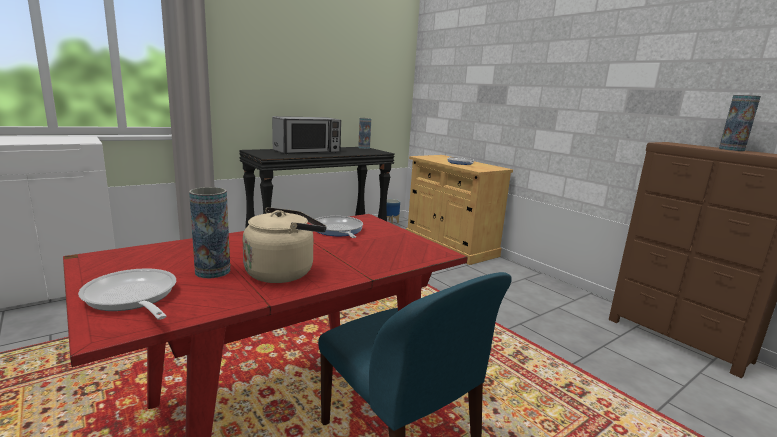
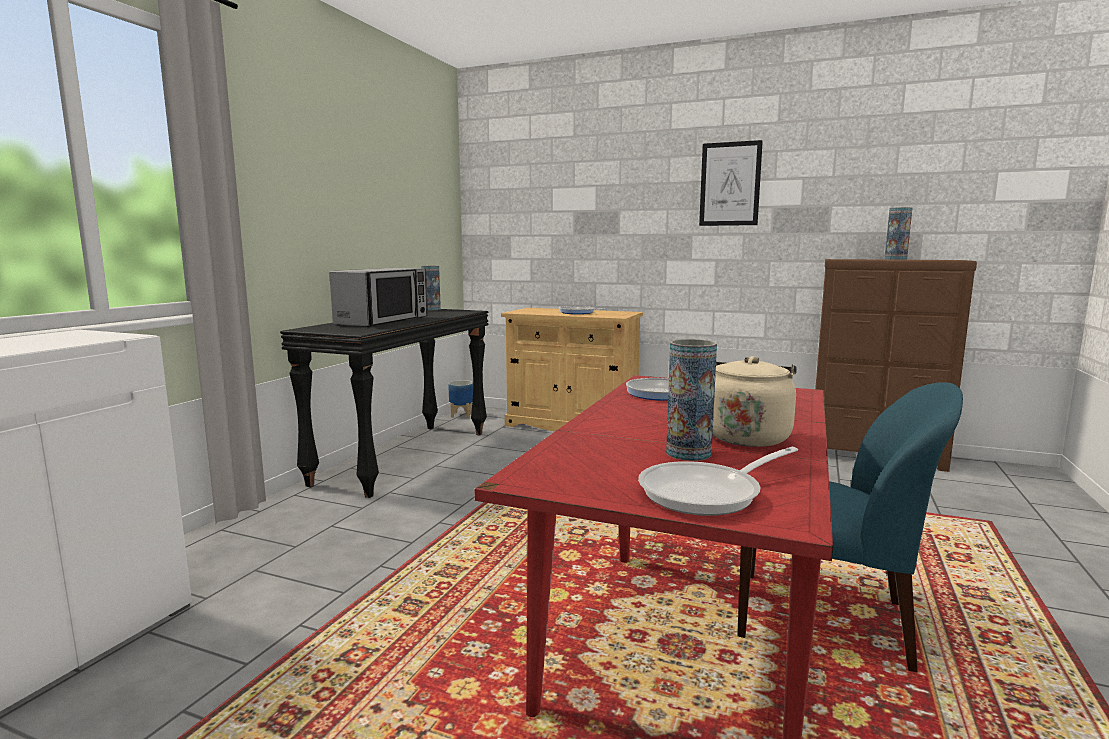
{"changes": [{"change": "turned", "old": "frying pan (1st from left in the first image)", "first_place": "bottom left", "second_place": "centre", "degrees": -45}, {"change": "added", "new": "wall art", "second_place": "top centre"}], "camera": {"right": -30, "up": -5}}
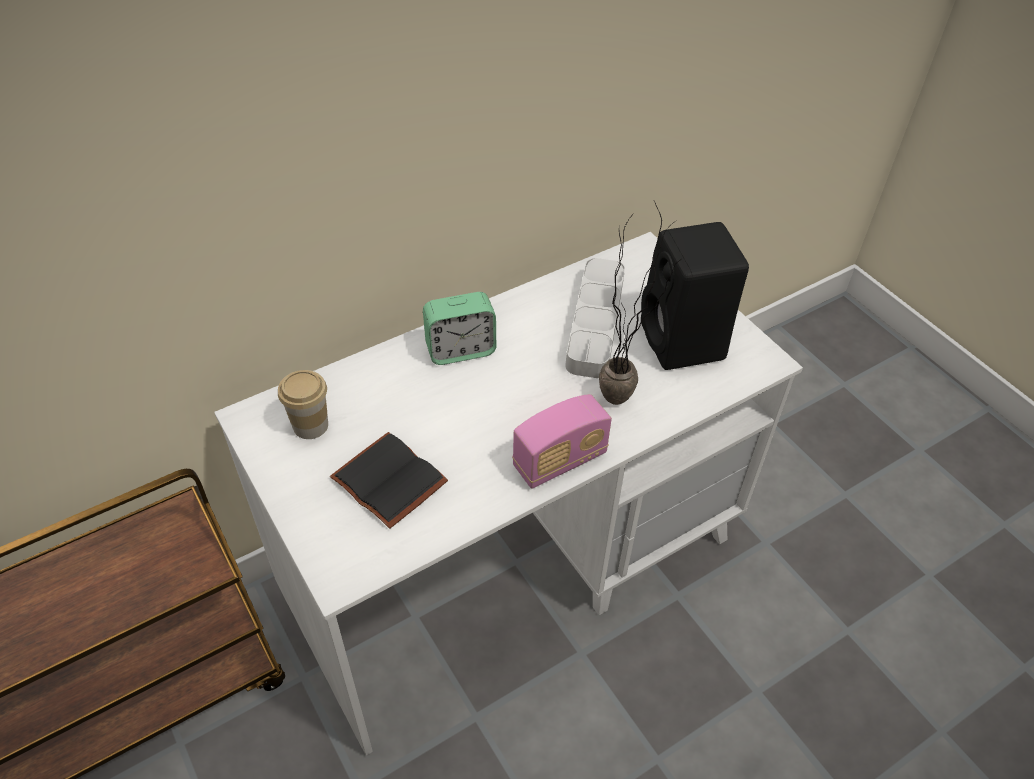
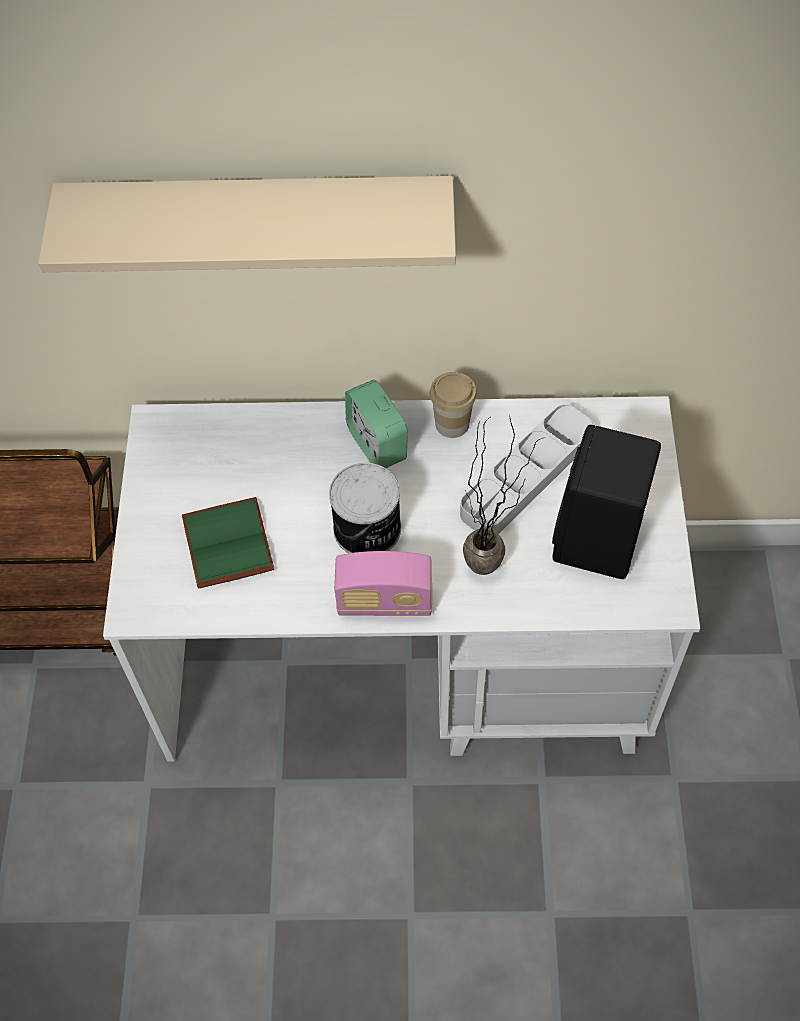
{"changes": [{"change": "turned", "old": "alarm clock", "first_place": "centre", "second_place": "centre", "degrees": 45}, {"change": "moved", "old": "small cup", "first_place": "middle left", "second_place": "centre"}, {"change": "recoloured", "old": "bound book (black)", "new": "bound book (green)", "first_place": "centre", "second_place": "middle left"}, {"change": "added", "new": "shelf (sand-coloured)", "second_place": "top left"}, {"change": "added", "new": "metal can", "second_place": "centre"}], "camera": {"right": 35, "up": 10}}
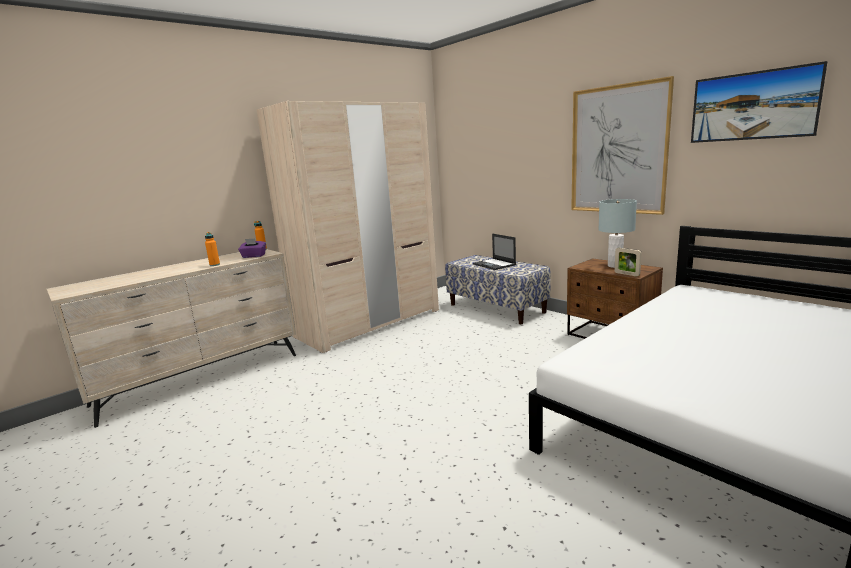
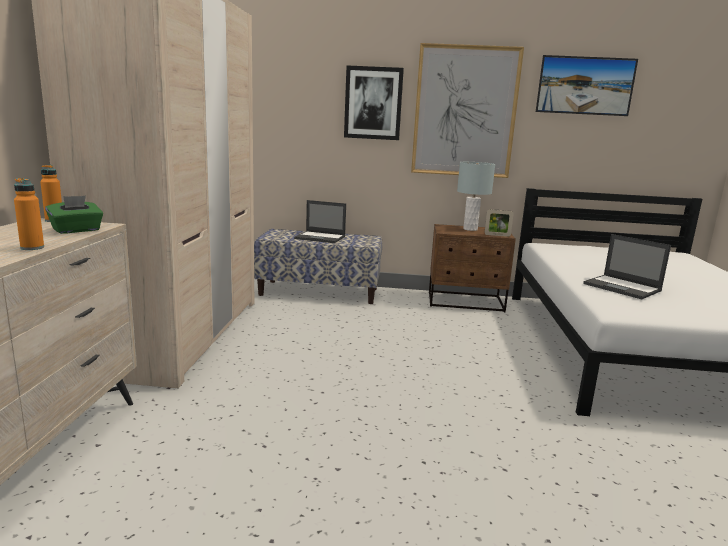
{"changes": [{"change": "recoloured", "old": "tissue box (purplish)", "new": "tissue box (green)", "first_place": "middle left", "second_place": "middle left"}, {"change": "added", "new": "wall art (1st from left)", "second_place": "top centre"}, {"change": "added", "new": "laptop (2nd from left)", "second_place": "middle right"}], "camera": {"right": -45, "up": 0}}
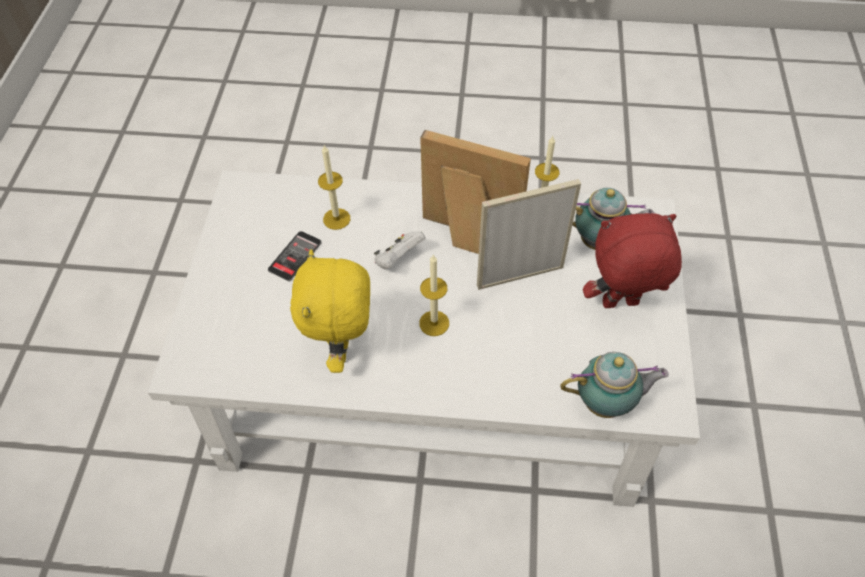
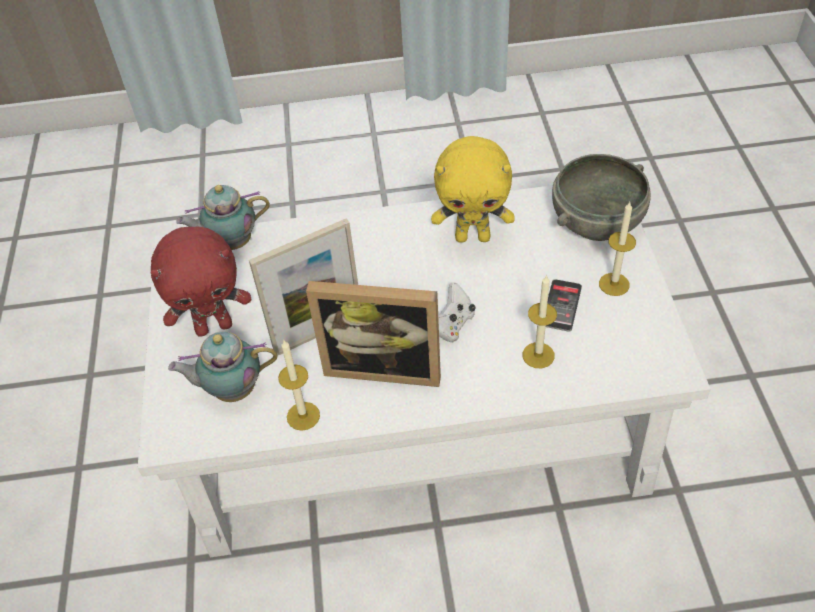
{"changes": [{"change": "turned", "old": "soft toy (yellowish)", "first_place": "centre", "second_place": "top centre", "degrees": 105}, {"change": "moved", "old": "wax candle (2nd from left in the first image)", "new": "wax candle (3rd from left)", "first_place": "centre", "second_place": "middle right"}, {"change": "added", "new": "deep dish (gray)", "second_place": "top right"}], "camera": {"right": 170, "up": -5}}
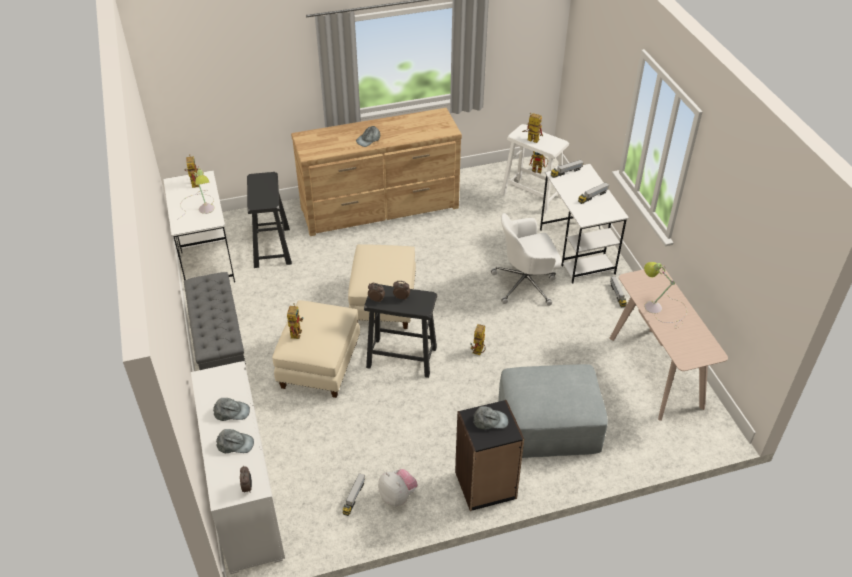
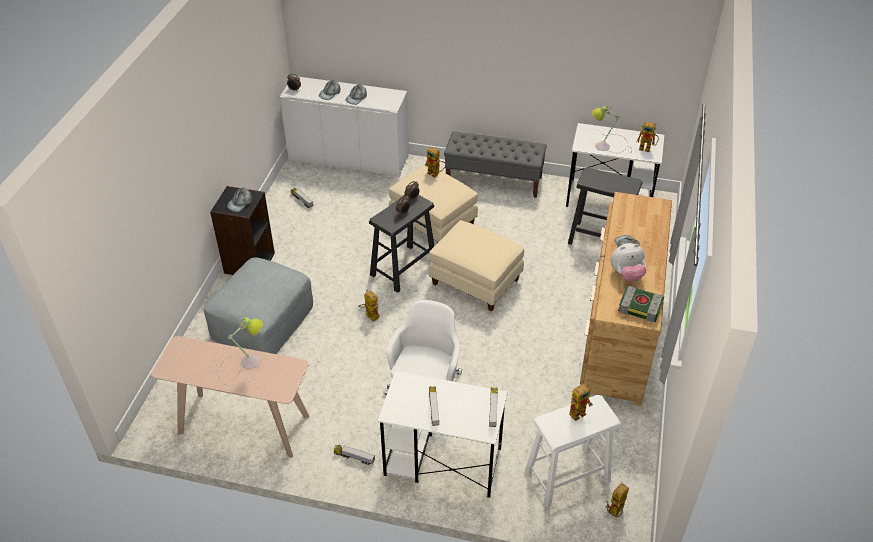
{"changes": [{"change": "moved", "old": "soft toy", "first_place": "bottom centre", "second_place": "middle right"}, {"change": "added", "new": "bound book", "second_place": "middle right"}], "camera": {"right": 120, "up": 0}}
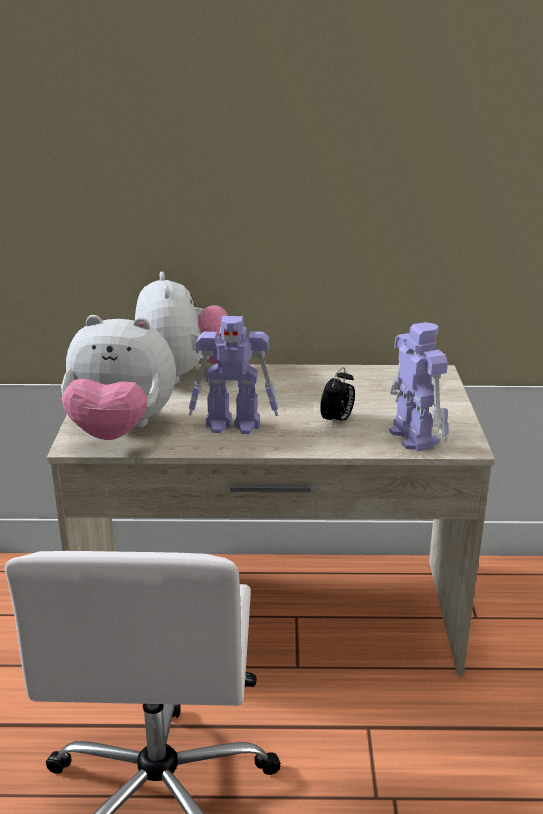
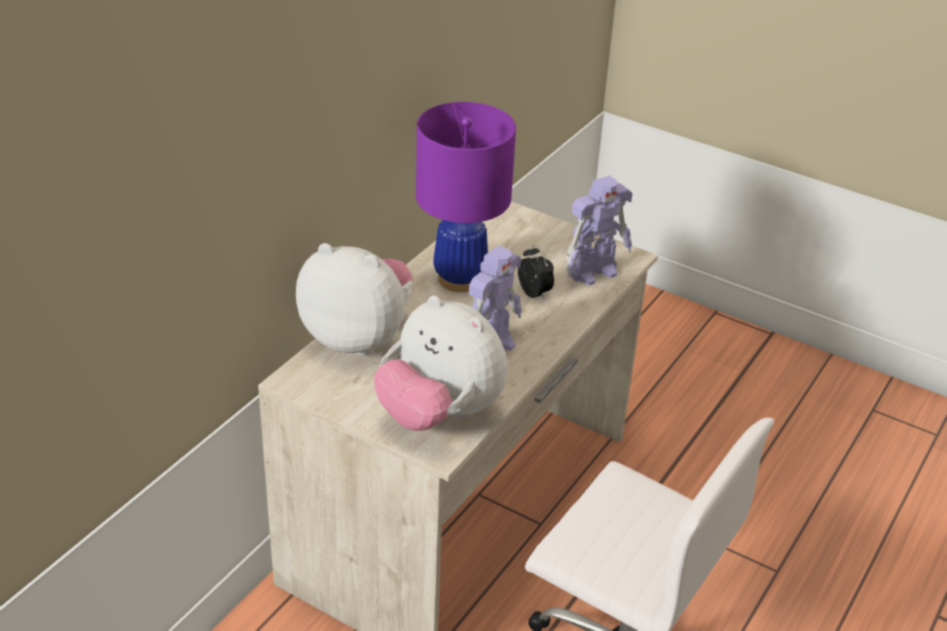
{"changes": [{"change": "turned", "old": "soft toy (1st from left in the first image)", "first_place": "middle left", "second_place": "centre", "degrees": 90}, {"change": "turned", "old": "toy robot (2nd from left)", "first_place": "middle right", "second_place": "centre", "degrees": 135}, {"change": "added", "new": "tabletop lamp (purplish)", "second_place": "top centre"}], "camera": {"right": -60, "up": 10}}
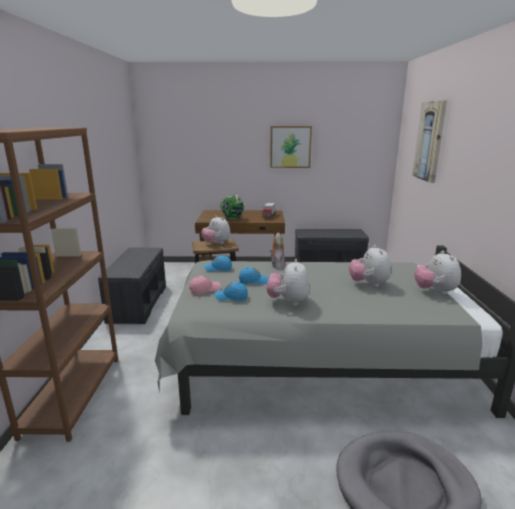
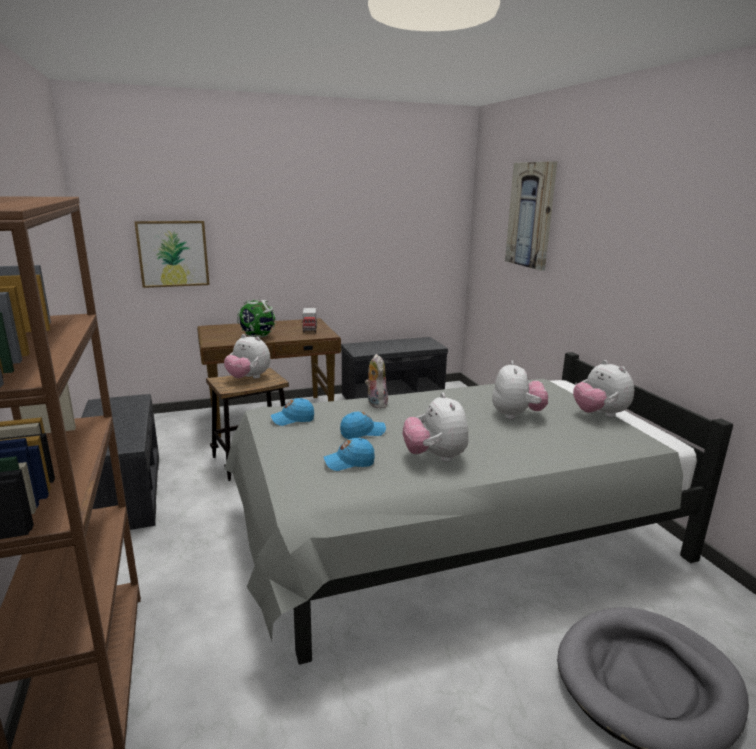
{"changes": [{"change": "moved", "old": "wall art (1st from left)", "first_place": "top centre", "second_place": "middle left"}, {"change": "turned", "old": "soft toy (4th from left)", "first_place": "middle right", "second_place": "middle right", "degrees": -150}, {"change": "removed", "old": "baseball cap (pinkish)", "first_place": "centre"}], "camera": {"right": -20, "up": 0}}
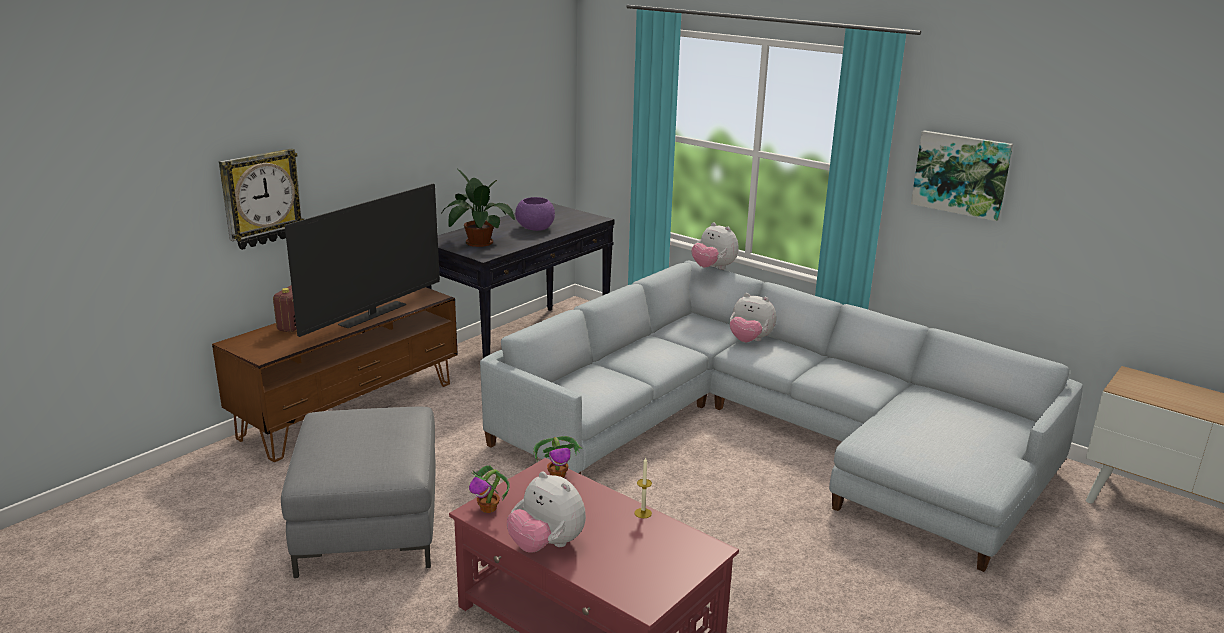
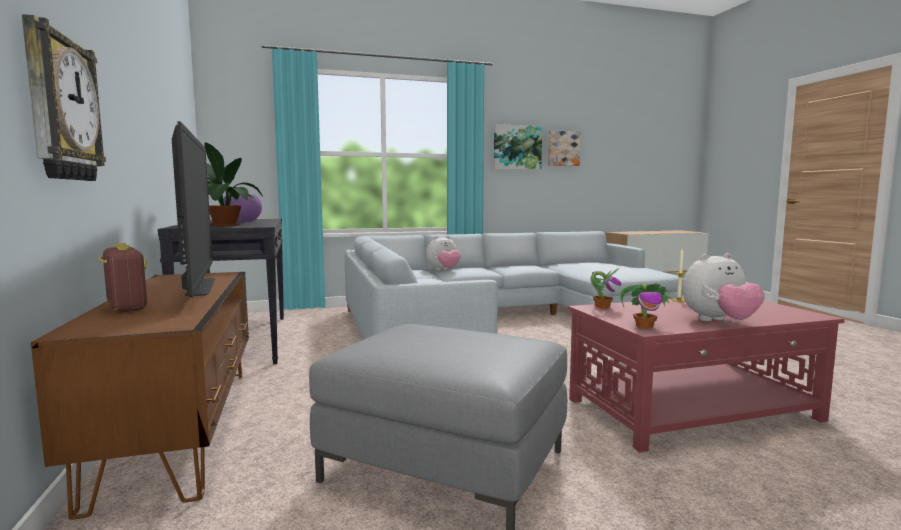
{"changes": [{"change": "removed", "old": "soft toy (2nd from left)", "first_place": "centre"}, {"change": "added", "new": "wall art (2nd from left)", "second_place": "top centre"}], "camera": {"right": -55, "up": -15}}
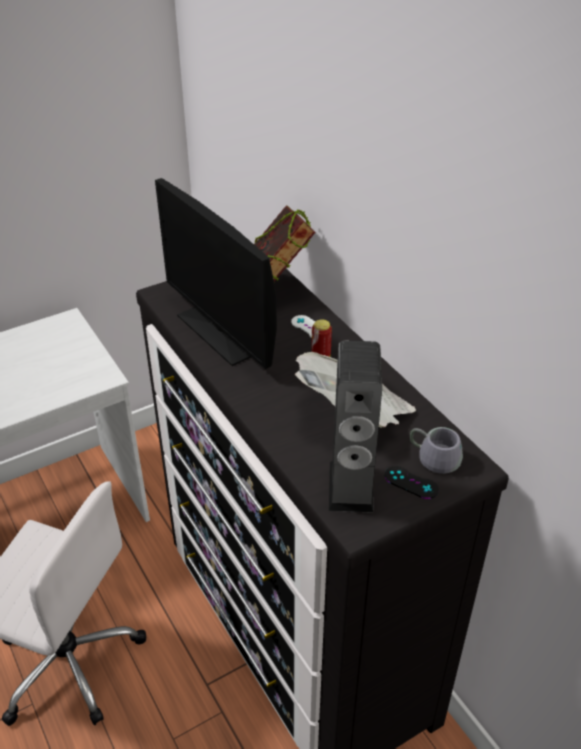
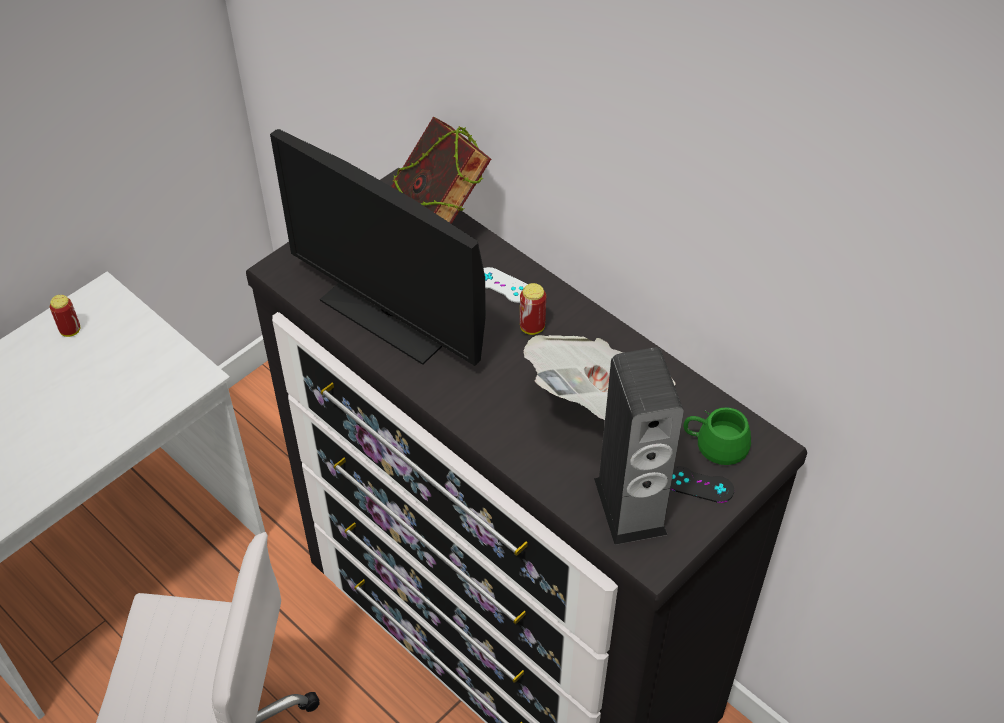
{"changes": [{"change": "recoloured", "old": "mug (gray)", "new": "mug (green)", "first_place": "middle right", "second_place": "middle right"}, {"change": "added", "new": "metal can (1st from left)", "second_place": "middle left"}], "camera": {"right": -15, "up": 10}}
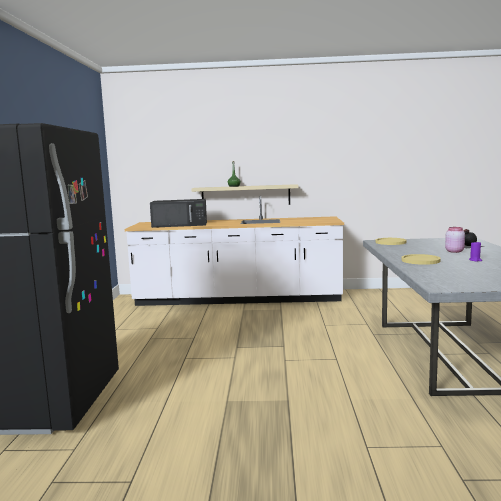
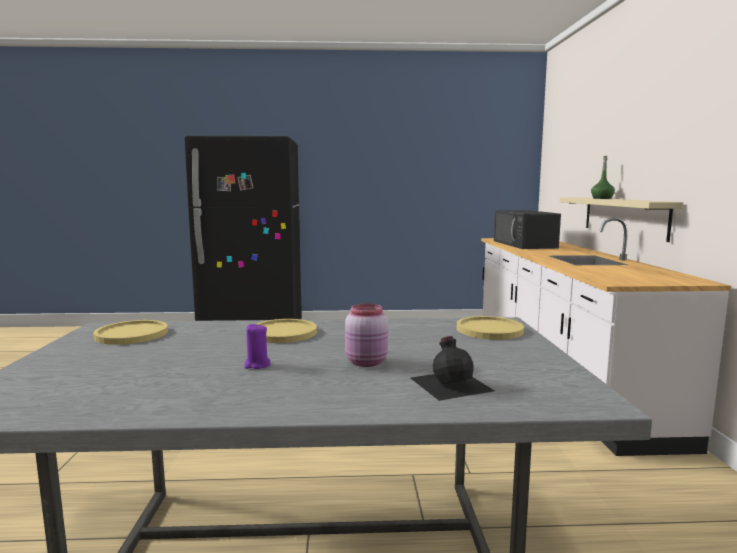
{"changes": [{"change": "added", "new": "plate (yellowish) (1st from left)", "second_place": "middle left"}], "camera": {"right": 85, "up": 0}}
